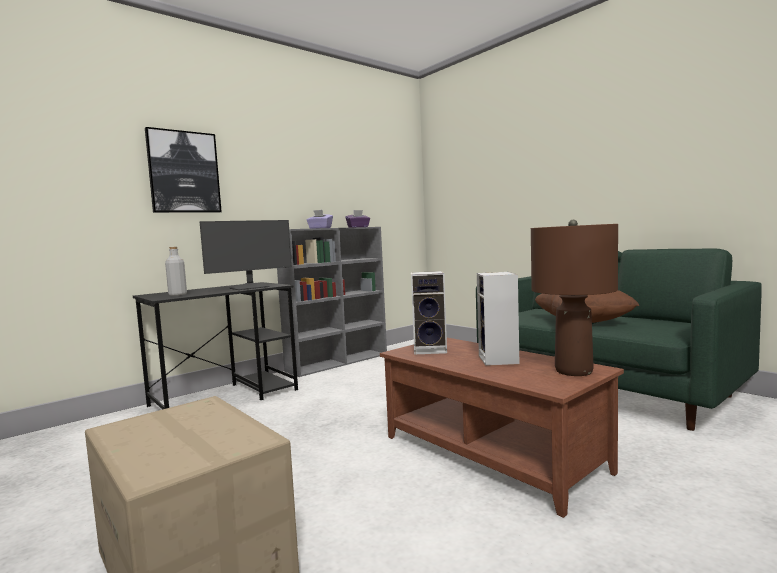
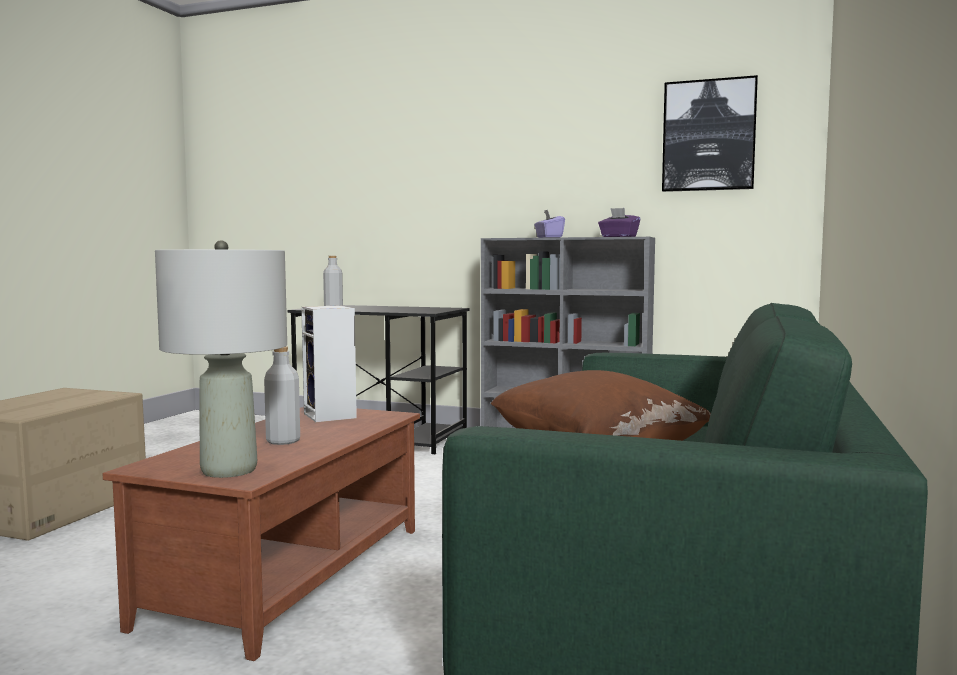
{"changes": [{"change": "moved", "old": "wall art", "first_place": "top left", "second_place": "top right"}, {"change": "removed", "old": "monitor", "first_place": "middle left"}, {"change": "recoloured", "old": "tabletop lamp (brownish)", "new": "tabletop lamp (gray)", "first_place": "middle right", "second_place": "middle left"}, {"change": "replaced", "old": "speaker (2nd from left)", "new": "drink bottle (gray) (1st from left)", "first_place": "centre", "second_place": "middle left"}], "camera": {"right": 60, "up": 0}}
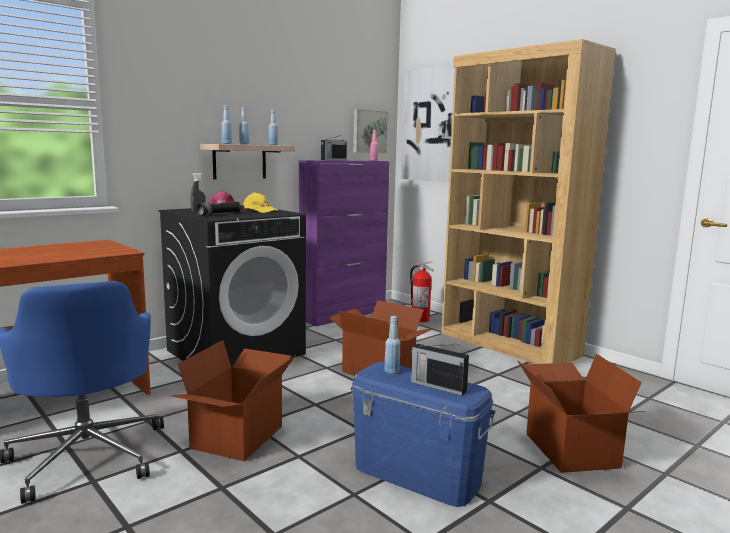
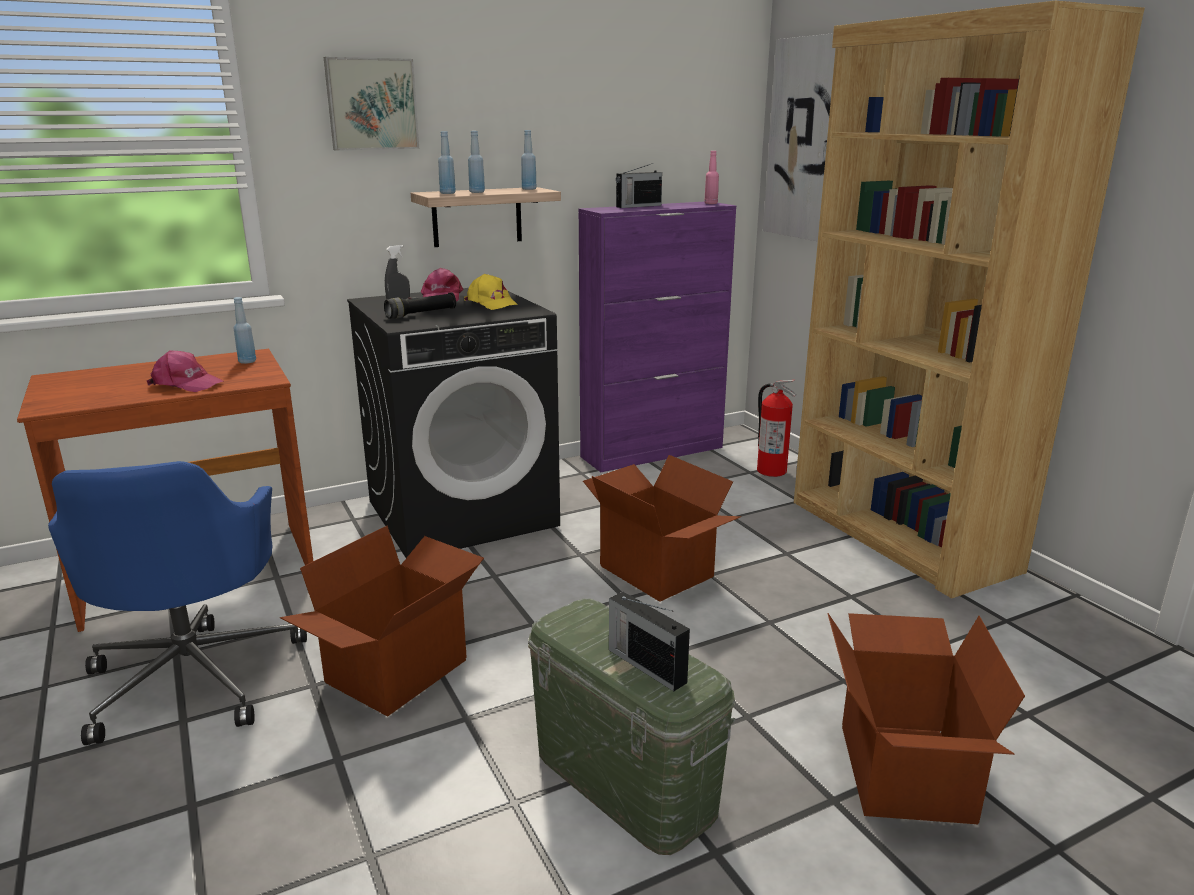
{"changes": [{"change": "moved", "old": "wall art (1st from left)", "first_place": "top centre", "second_place": "top left"}, {"change": "moved", "old": "drink bottle (blue) (4th from left in the first image)", "new": "drink bottle (blue) (1st from left)", "first_place": "centre", "second_place": "middle left"}, {"change": "recoloured", "old": "storage box (blue)", "new": "storage box (green)", "first_place": "bottom centre", "second_place": "bottom centre"}, {"change": "added", "new": "baseball cap (pinkish) (1st from left)", "second_place": "middle left"}], "camera": {"right": 15, "up": 10}}
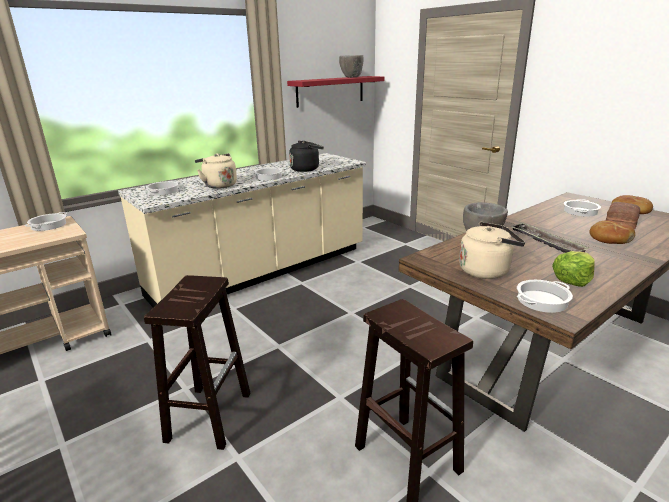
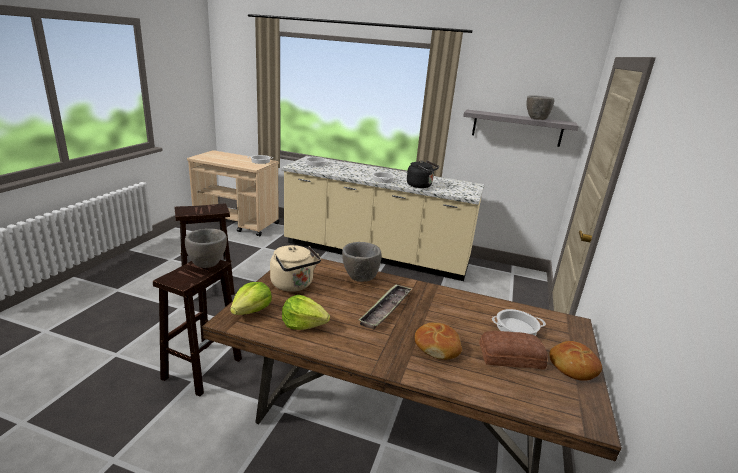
{"changes": [{"change": "recoloured", "old": "shelf (red)", "new": "shelf (gray)", "first_place": "top centre", "second_place": "top right"}, {"change": "removed", "old": "water kettle (sand-coloured) (1st from left)", "first_place": "middle left"}, {"change": "replaced", "old": "saucepot (4th from left)", "new": "head of lettuce (1st from left)", "first_place": "middle right", "second_place": "centre"}, {"change": "added", "new": "deep dish (gray) (1st from left)", "second_place": "middle left"}], "camera": {"right": 55, "up": 0}}
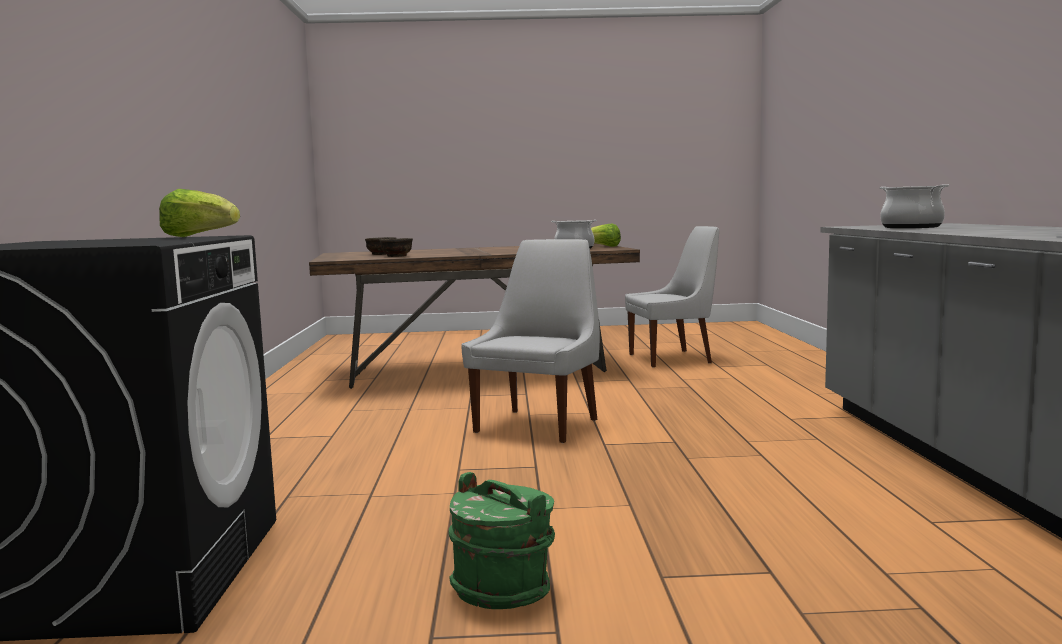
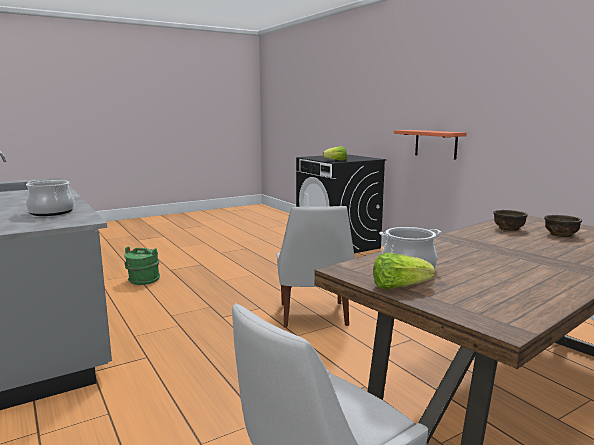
{"changes": [{"change": "moved", "old": "water bucket (green)", "first_place": "bottom centre", "second_place": "middle left"}, {"change": "added", "new": "shelf", "second_place": "top right"}], "camera": {"right": 150, "up": 5}}
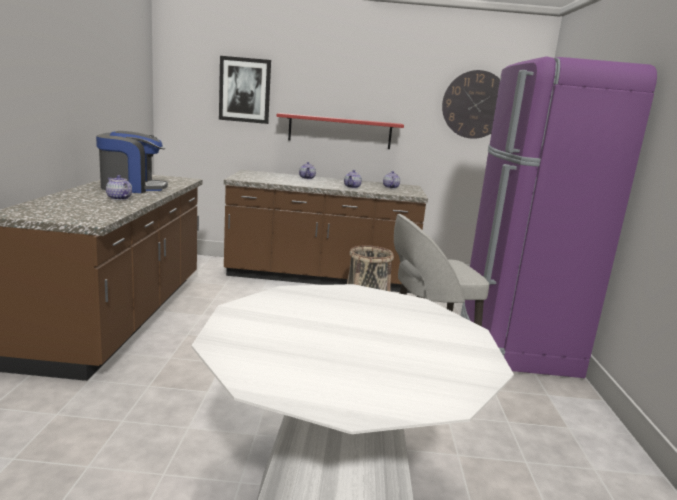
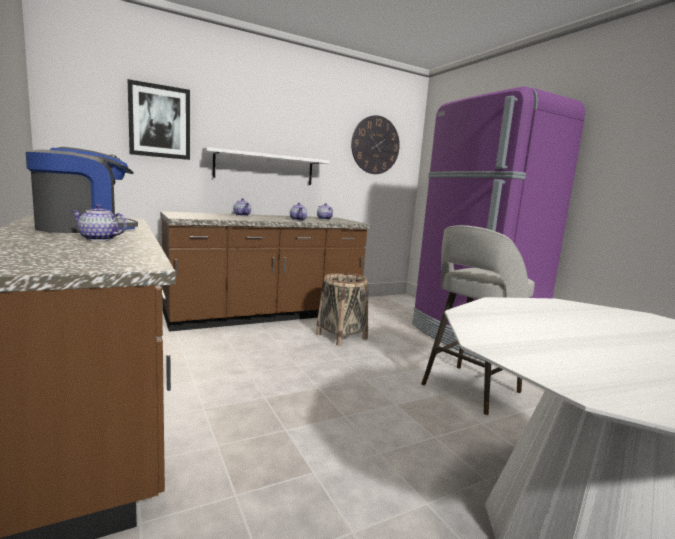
{"changes": [{"change": "recoloured", "old": "shelf (red)", "new": "shelf (white-coloured)", "first_place": "top centre", "second_place": "top centre"}], "camera": {"right": -30, "up": -5}}
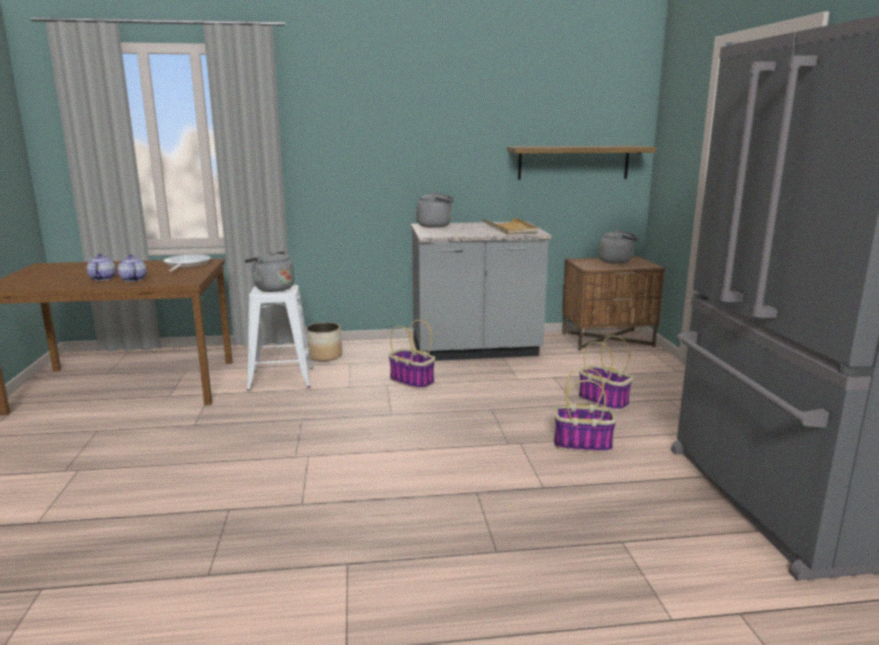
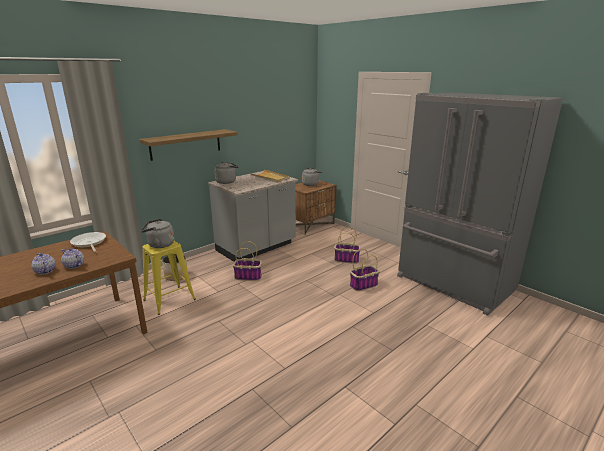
{"changes": [{"change": "moved", "old": "shelf", "first_place": "top centre", "second_place": "top left"}, {"change": "recoloured", "old": "sitting stool (white-coloured)", "new": "sitting stool (yellowish)", "first_place": "middle left", "second_place": "middle left"}], "camera": {"right": -35, "up": 5}}
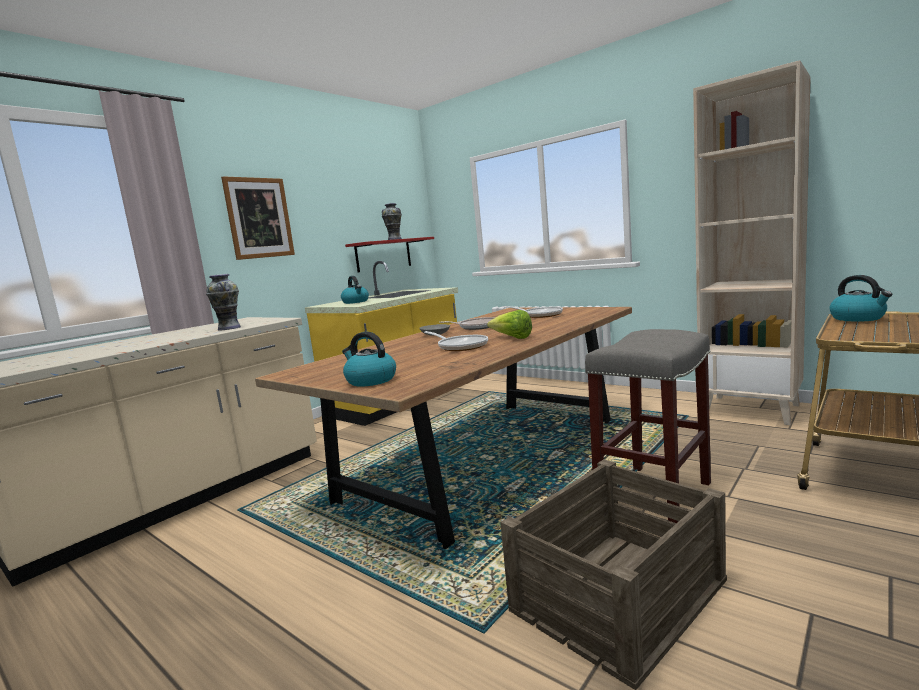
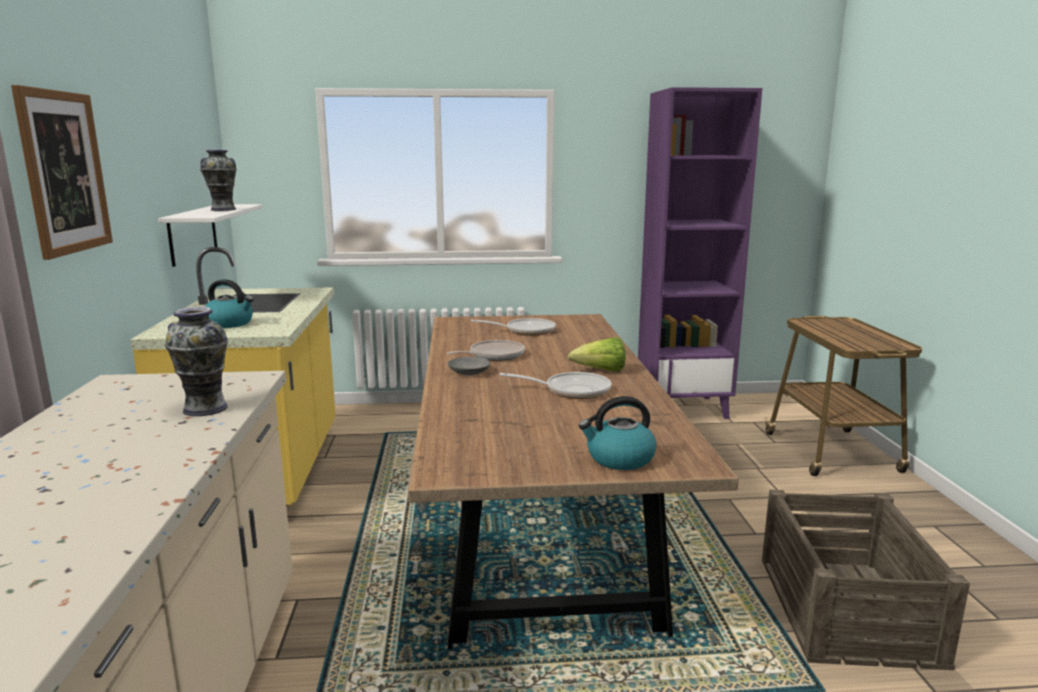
{"changes": [{"change": "recoloured", "old": "shelving unit (sand-coloured)", "new": "shelving unit (purplish)", "first_place": "middle right", "second_place": "middle right"}, {"change": "recoloured", "old": "shelf (red)", "new": "shelf (white-coloured)", "first_place": "centre", "second_place": "middle left"}, {"change": "removed", "old": "water kettle (3rd from left)", "first_place": "middle right"}, {"change": "removed", "old": "sitting stool (gray)", "first_place": "middle right"}], "camera": {"right": -45, "up": 5}}
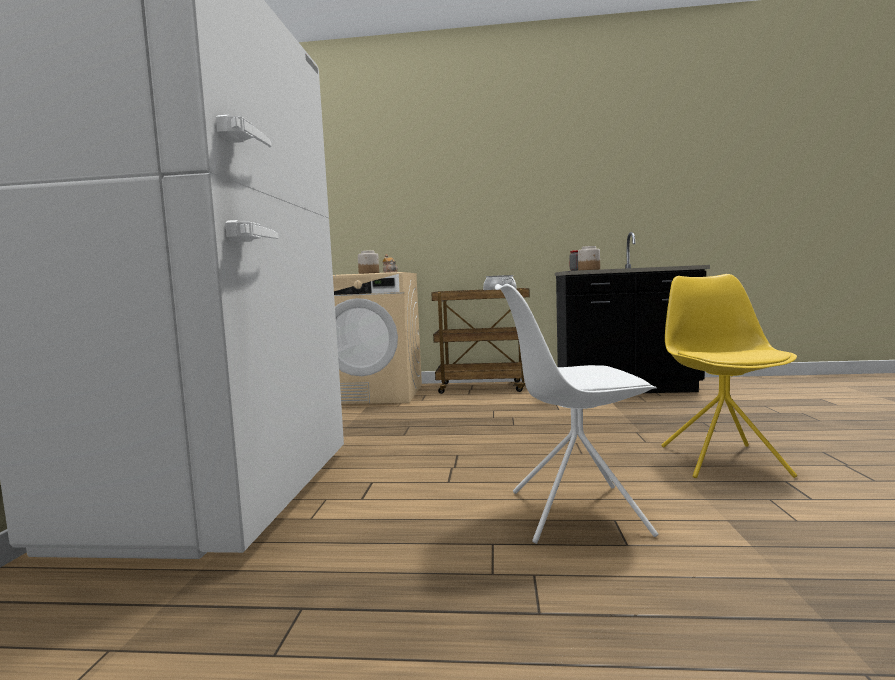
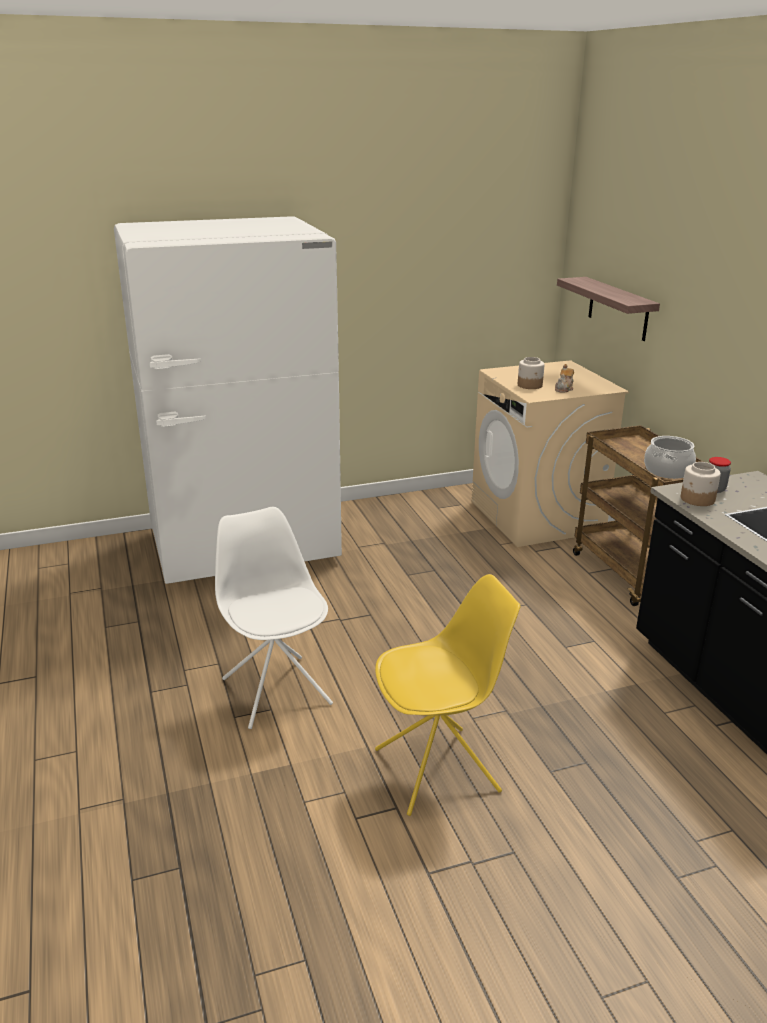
{"changes": [{"change": "added", "new": "shelf", "second_place": "top right"}], "camera": {"right": 65, "up": 20}}
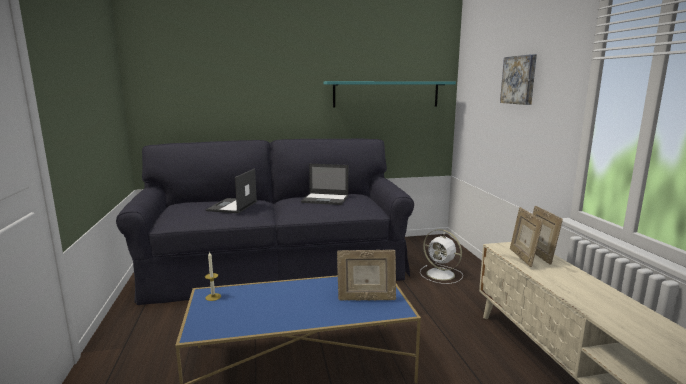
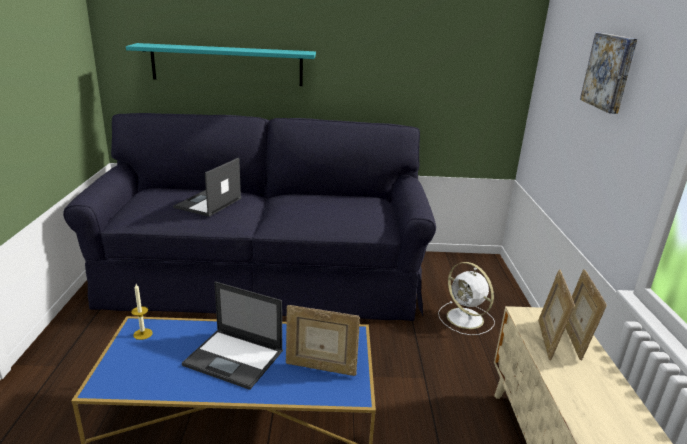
{"changes": [{"change": "moved", "old": "shelf (turquoise)", "first_place": "top centre", "second_place": "top left"}, {"change": "moved", "old": "laptop (2nd from left)", "first_place": "centre", "second_place": "bottom centre"}], "camera": {"right": 10, "up": 10}}
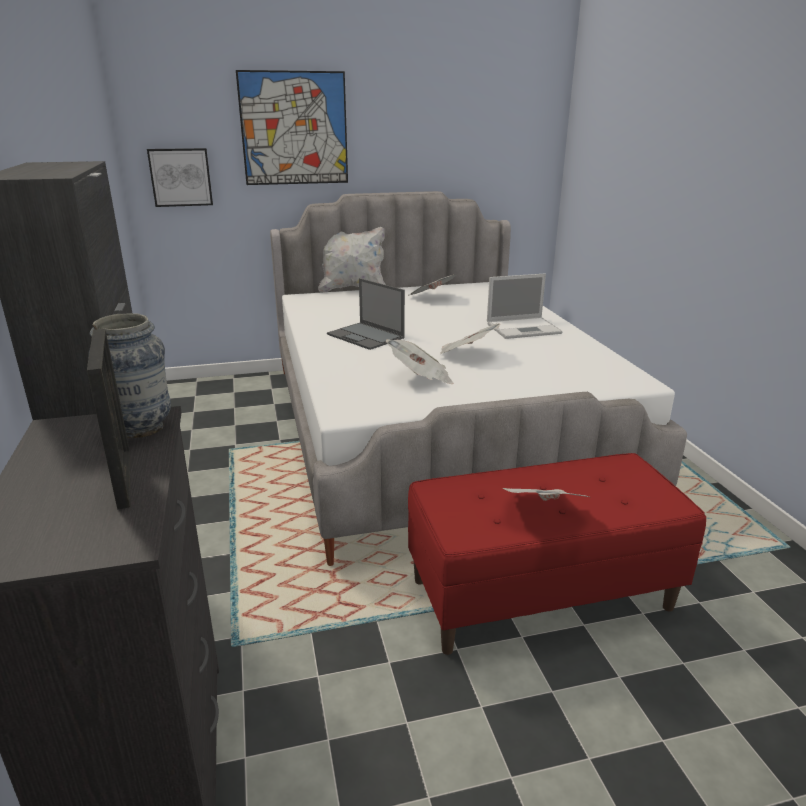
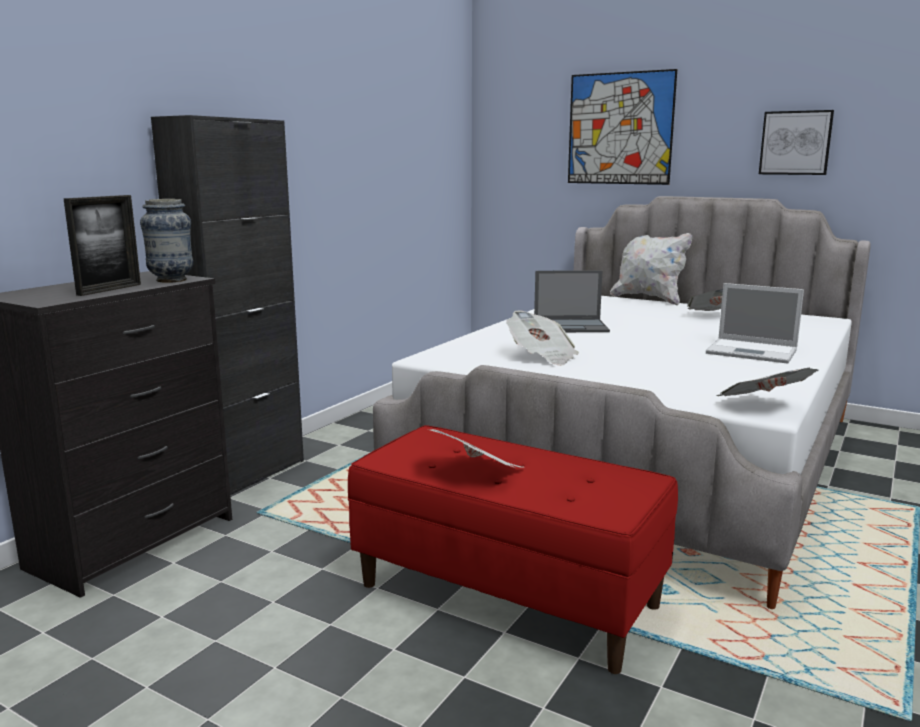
{"changes": [{"change": "moved", "old": "wall art (1st from left in the first image)", "new": "wall art (2nd from left)", "first_place": "top left", "second_place": "top right"}, {"change": "turned", "old": "laptop (1st from left)", "first_place": "centre", "second_place": "centre", "degrees": -90}, {"change": "moved", "old": "daily paper (3rd from left in the first image)", "new": "daily paper (4th from left)", "first_place": "centre", "second_place": "middle right"}], "camera": {"right": 45, "up": -10}}
